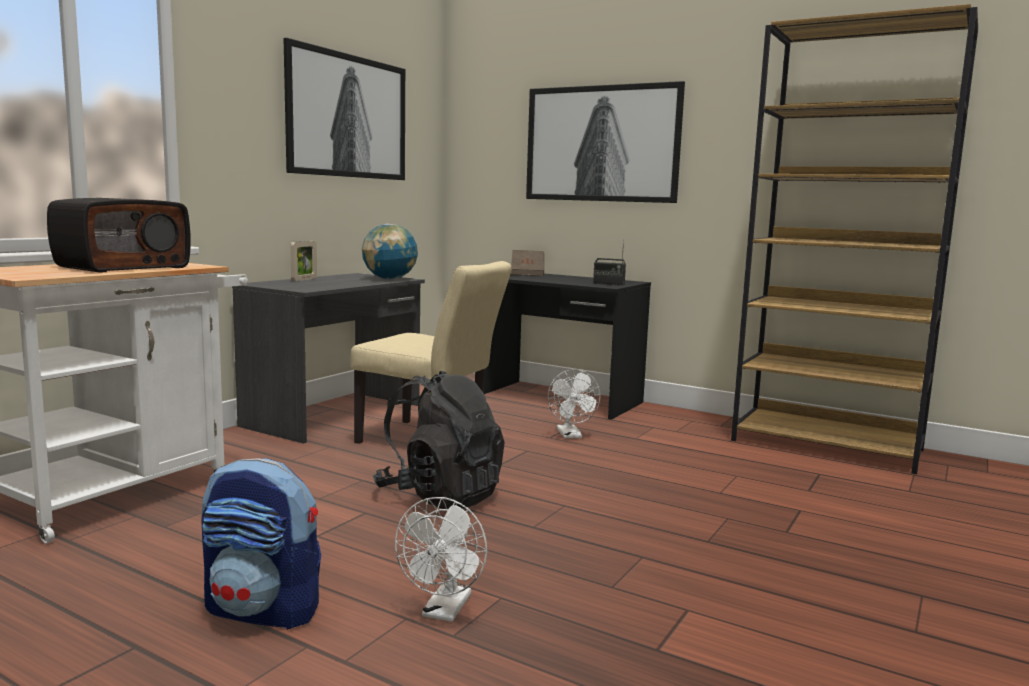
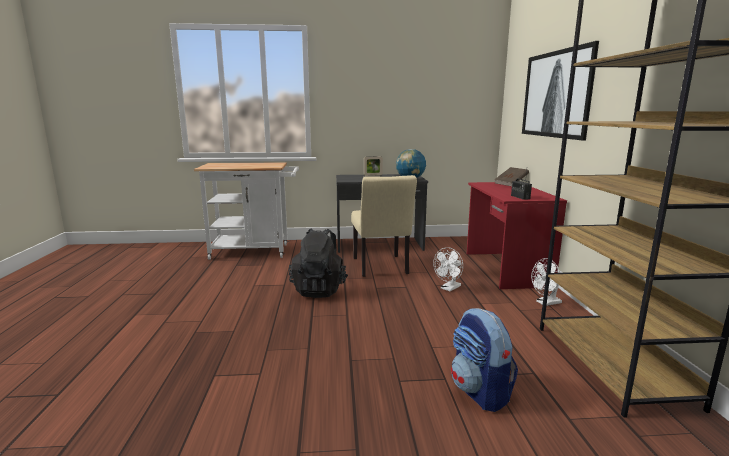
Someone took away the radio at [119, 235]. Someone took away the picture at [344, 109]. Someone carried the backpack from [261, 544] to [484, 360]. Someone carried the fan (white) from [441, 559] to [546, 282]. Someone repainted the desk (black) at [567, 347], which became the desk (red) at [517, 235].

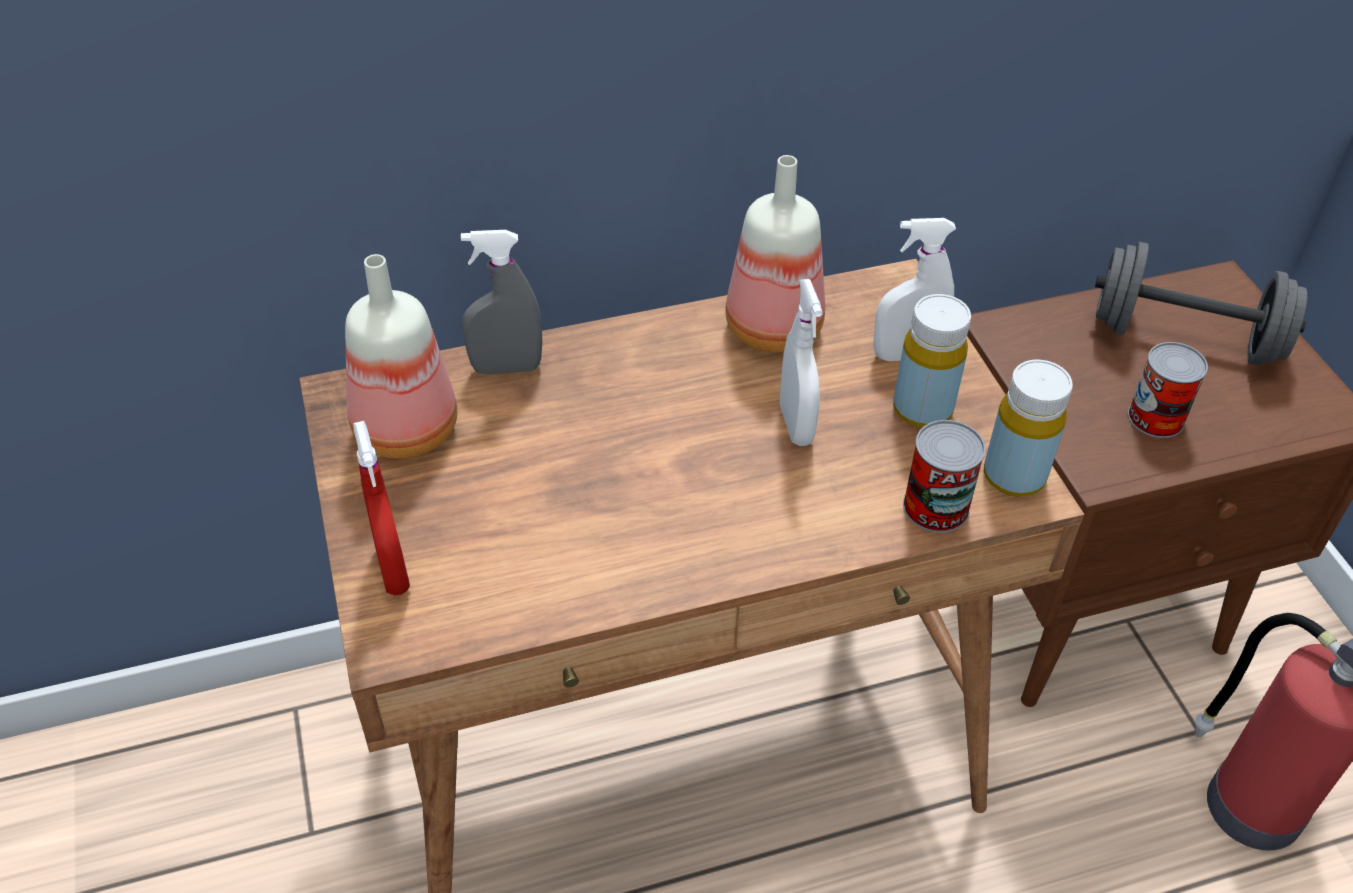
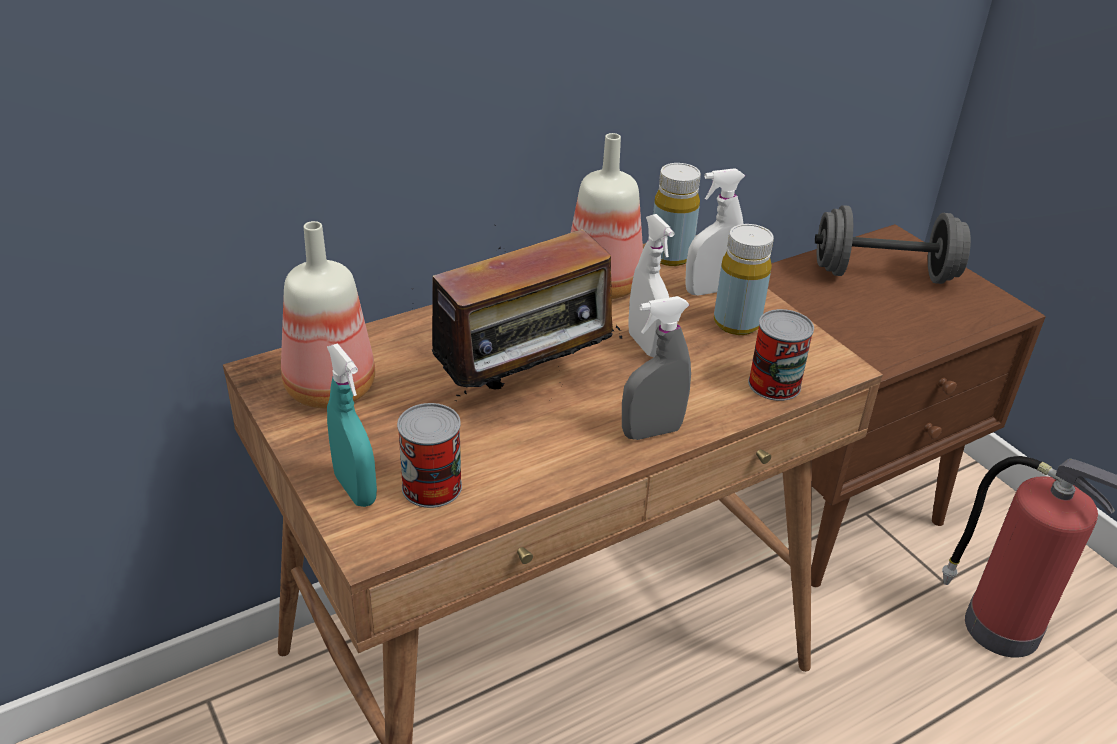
Someone put down the radio at [518, 313]. Someone carried the spray bottle (grey) from [501, 302] to [656, 368]. Someone carried the bottle (yellow) from [1028, 428] to [677, 214]. Someone carried the can from [1168, 390] to [429, 455]. Someone repainted the spray bottle (red) at [381, 508], which became the spray bottle (turquoise) at [352, 425].

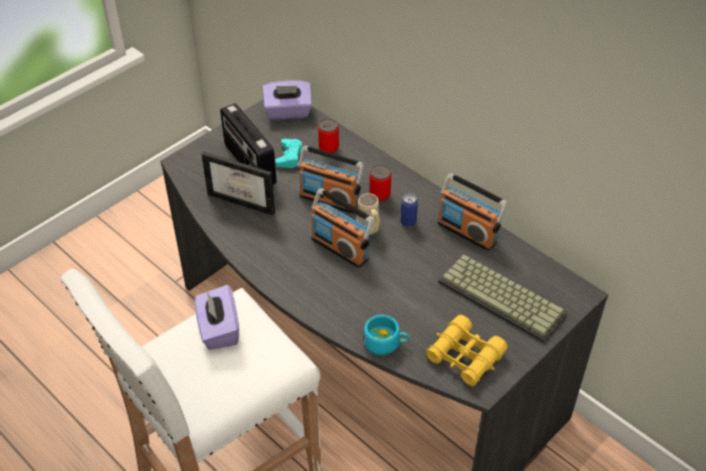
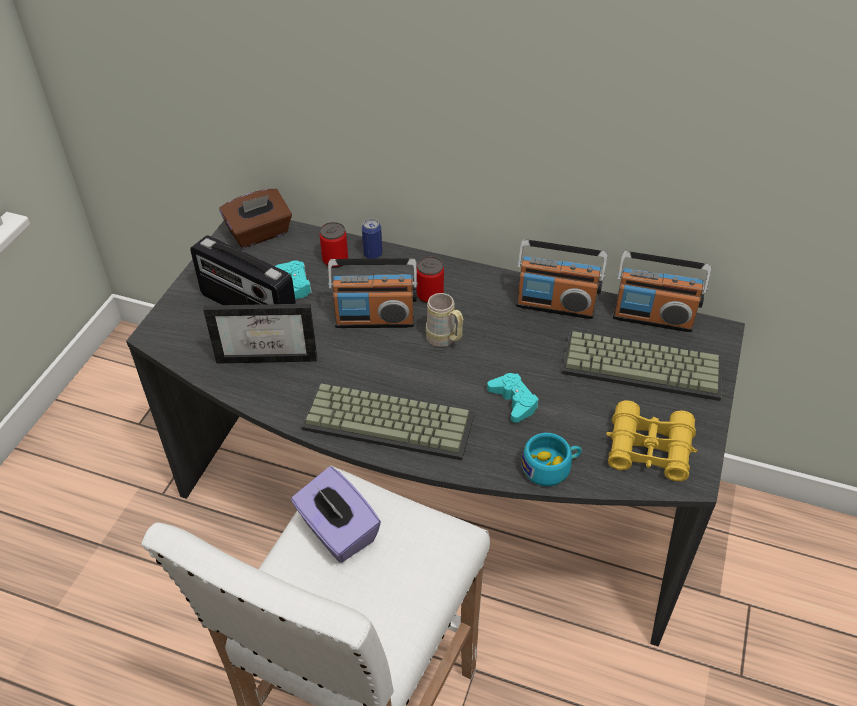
Someone put down the keyboard at [388, 422]. Someone put down the game controller (turquoise) at [513, 398]. Someone carried the radio from [342, 228] to [662, 291]. Someone carried the can from [409, 210] to [372, 238]. Someone repainted the tissue box (purple) at [287, 100], which became the tissue box (brown) at [255, 218].

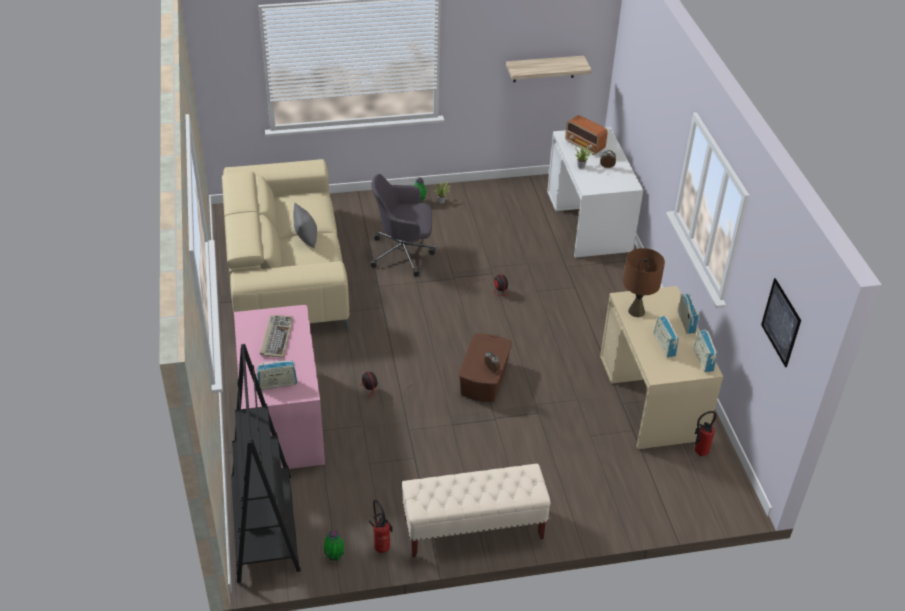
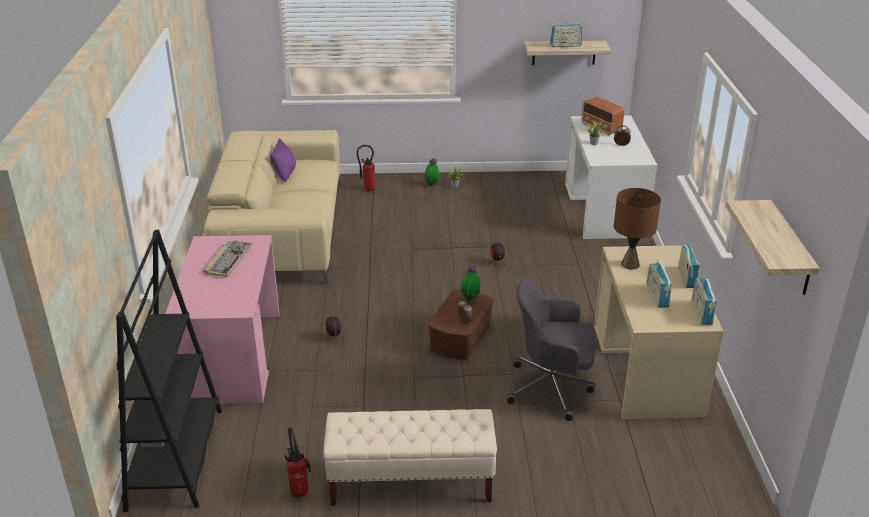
Someone took away the pillow (grey) at [305, 225]. Someone put down the pillow (purple) at [283, 160]. Someone carried the radio from [277, 375] to [566, 33]. Someone carried the potted plant from [334, 545] to [471, 283]. Someone carried the office chair (grey) from [403, 225] to [551, 349]. Someone carried the fire extinguisher from [706, 433] to [366, 168]. Someone swapped the picture at [781, 322] for the shelf at [772, 247].

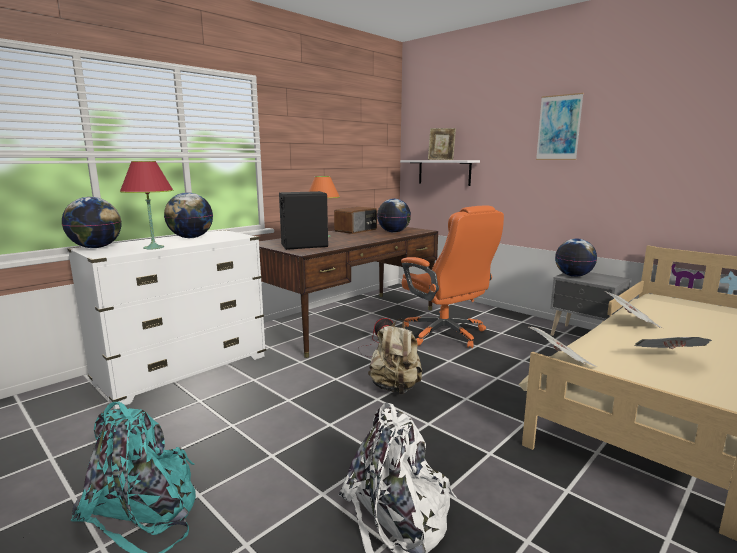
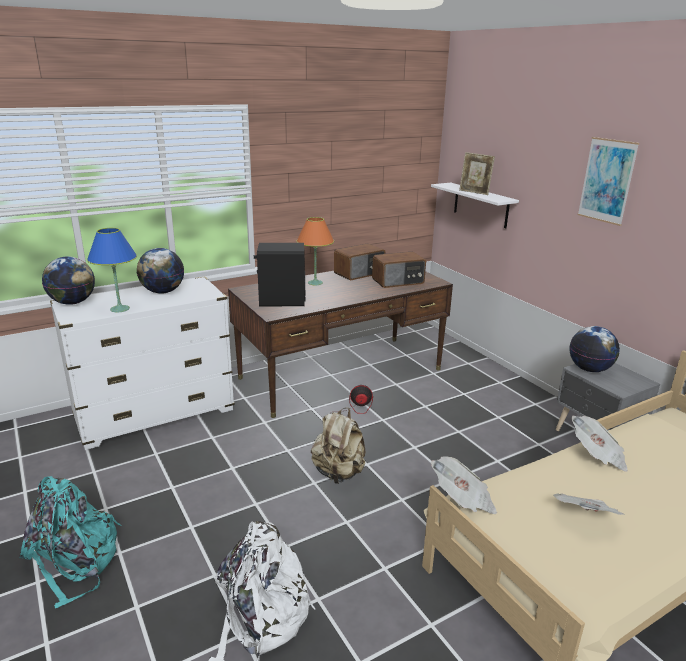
Someone took away the office chair (orange) at [452, 276]. Someone swapped the globe at [394, 216] for the radio at [399, 270]. Someone repainted the table lamp (red) at [147, 205], which became the table lamp (blue) at [112, 270].

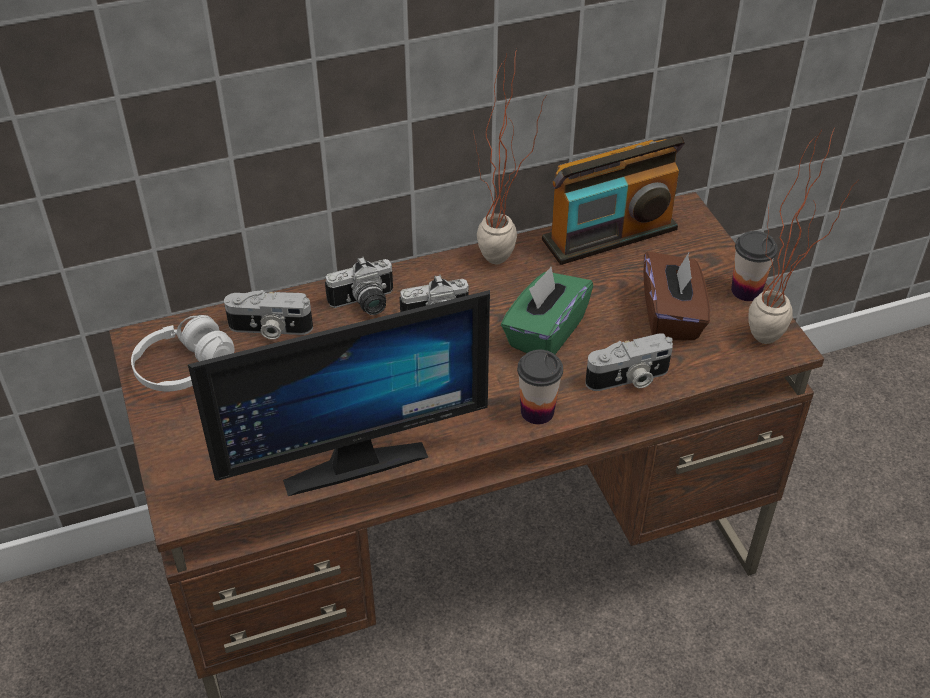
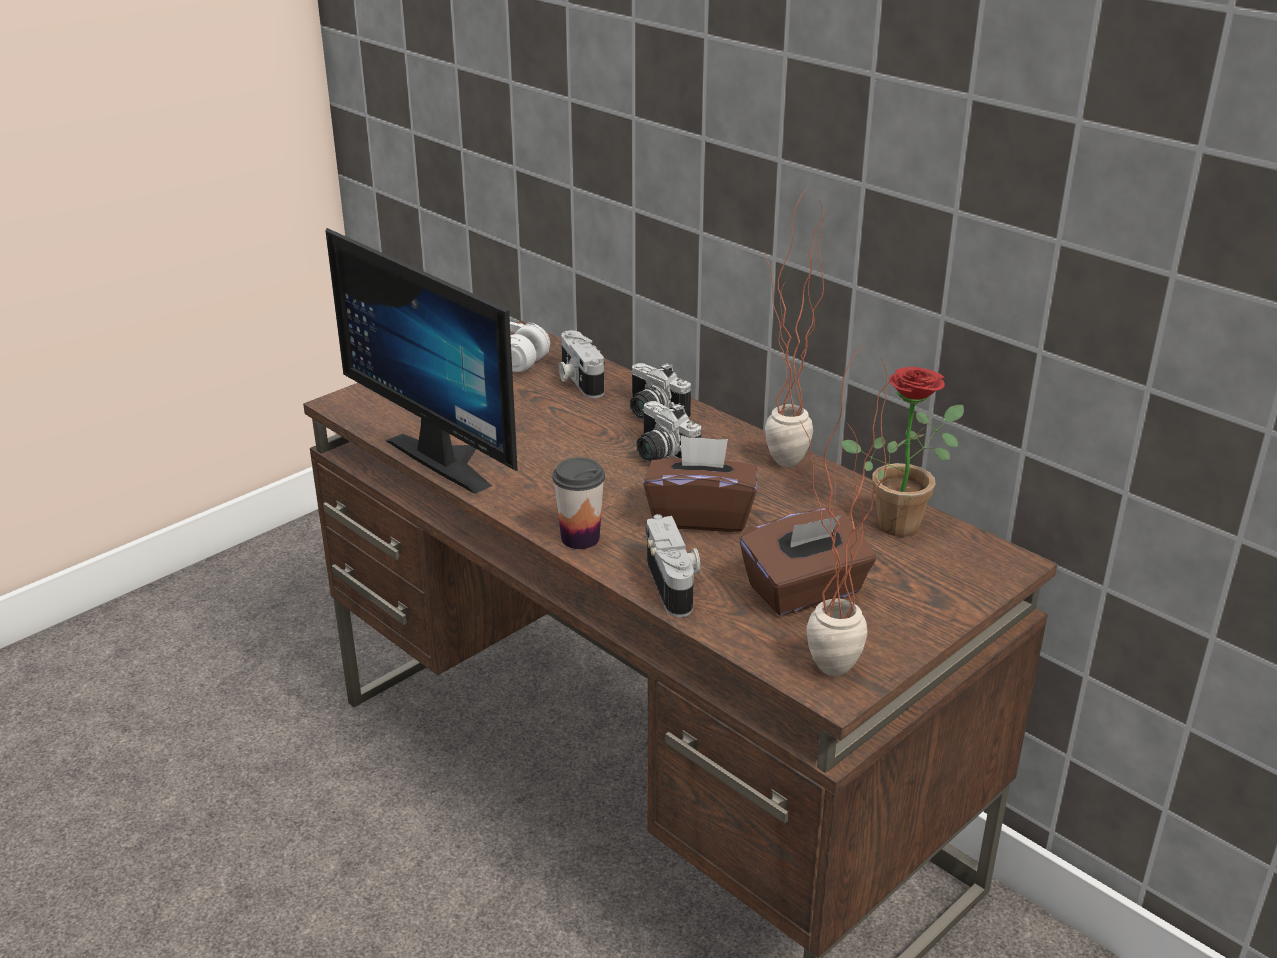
Someone took away the cup at [754, 266]. Someone swapped the radio at [613, 200] for the potted plant at [902, 452]. Someone repainted the tissue box (green) at [547, 310], which became the tissue box (brown) at [700, 483]. Someone rotated the photo camera at [629, 362] by 150 degrees counterclockwise.

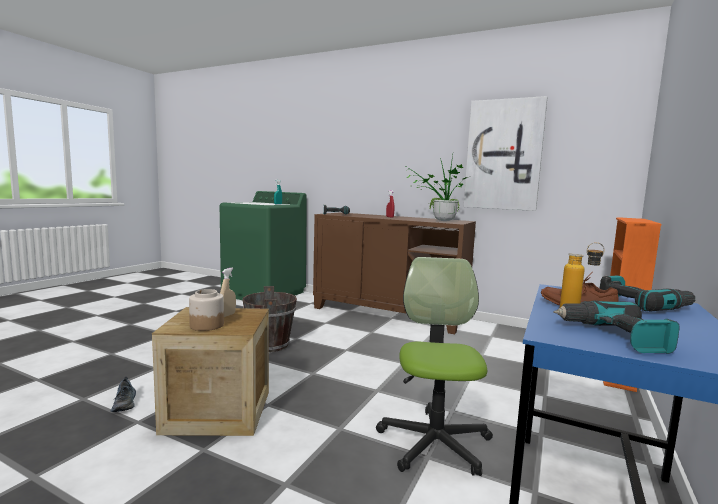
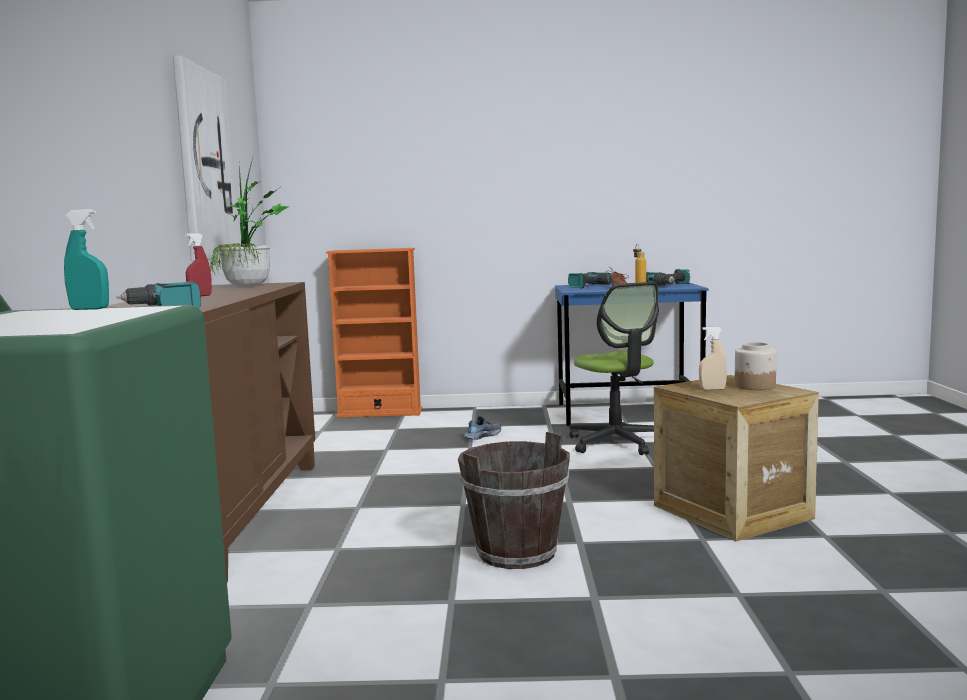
Someone carried the shoe from [123, 394] to [482, 428]. Someone rotated the office chair at [434, 366] by 90 degrees counterclockwise.

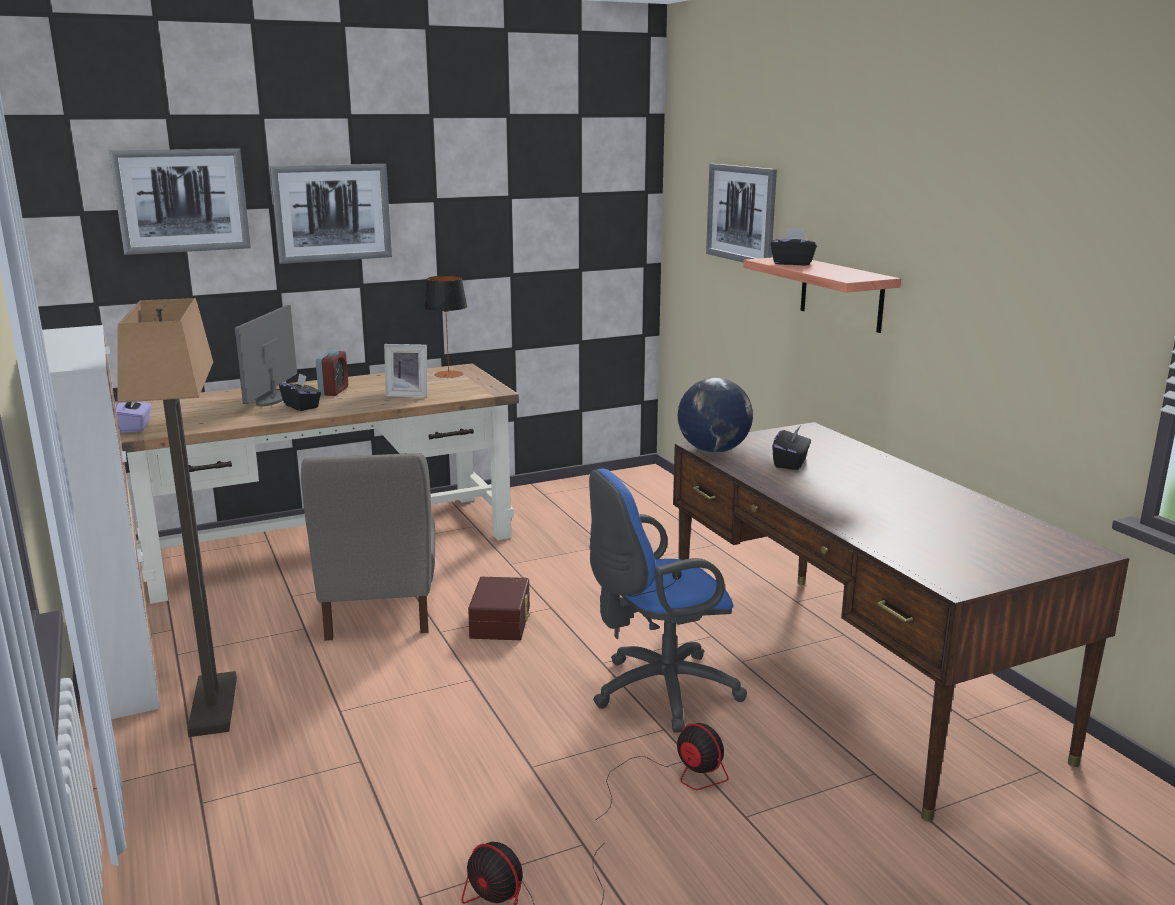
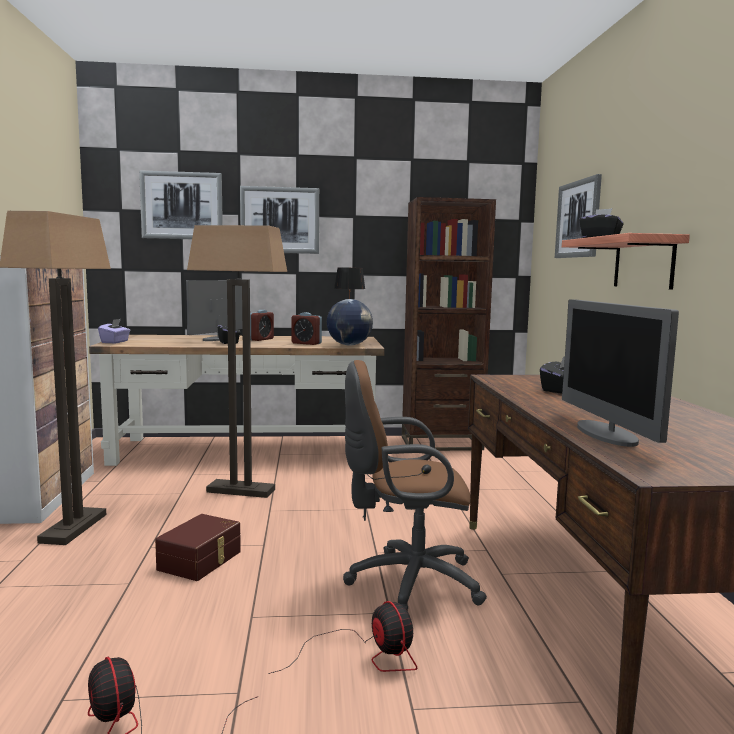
Someone put down the bookcase (brown) at [449, 324]. Someone put down the monitor at [620, 373]. Someone carried the storage box (brown) from [499, 608] to [198, 547]. Someone carried the globe from [715, 415] to [350, 322]. Someone swapped the chair (grey) at [368, 547] for the floor lamp at [237, 361]. Someone swapped the picture frame at [406, 371] for the alarm clock at [307, 328]. Someone repainted the office chair (blue) at [668, 601], which became the office chair (brown) at [415, 486].

